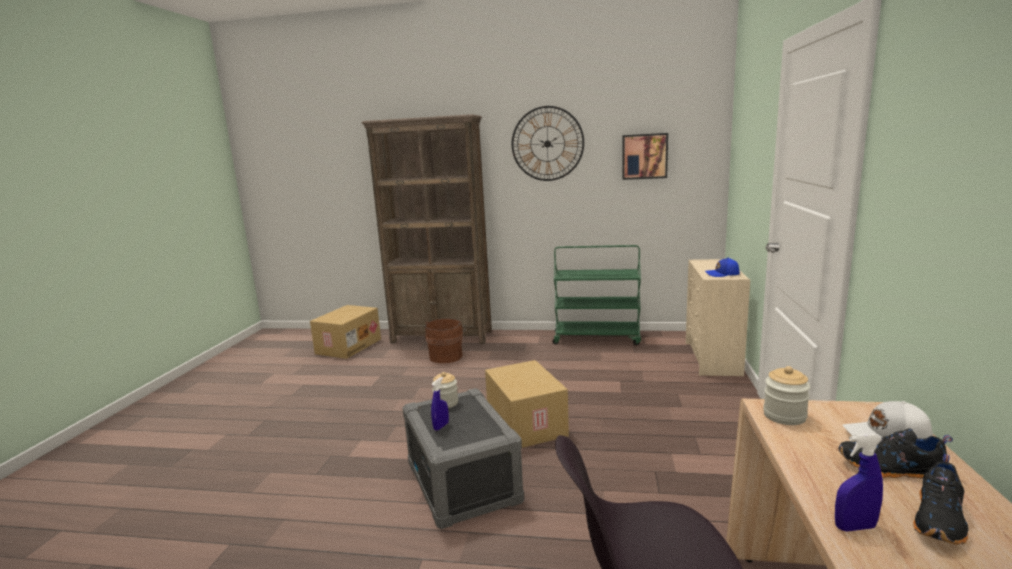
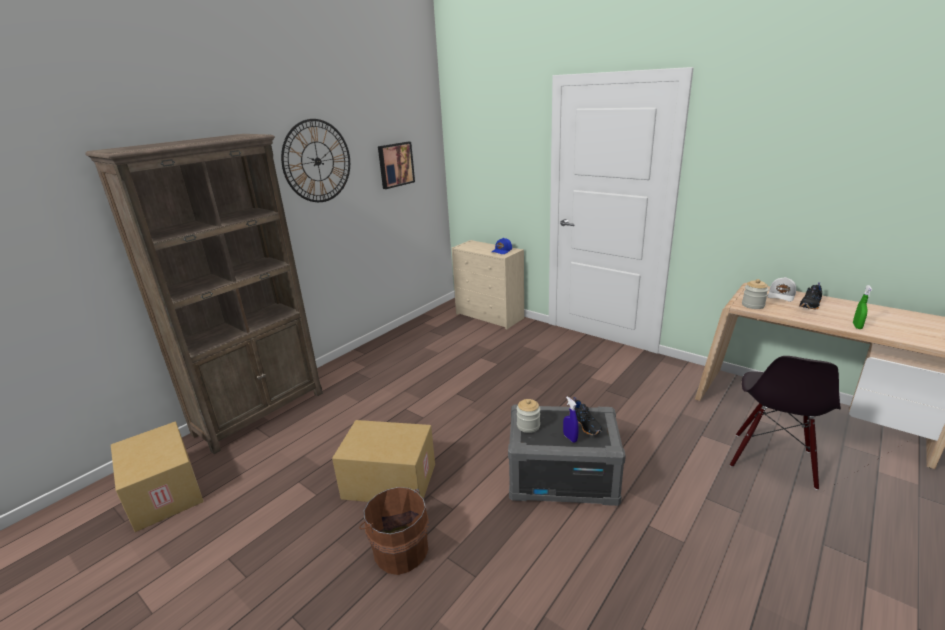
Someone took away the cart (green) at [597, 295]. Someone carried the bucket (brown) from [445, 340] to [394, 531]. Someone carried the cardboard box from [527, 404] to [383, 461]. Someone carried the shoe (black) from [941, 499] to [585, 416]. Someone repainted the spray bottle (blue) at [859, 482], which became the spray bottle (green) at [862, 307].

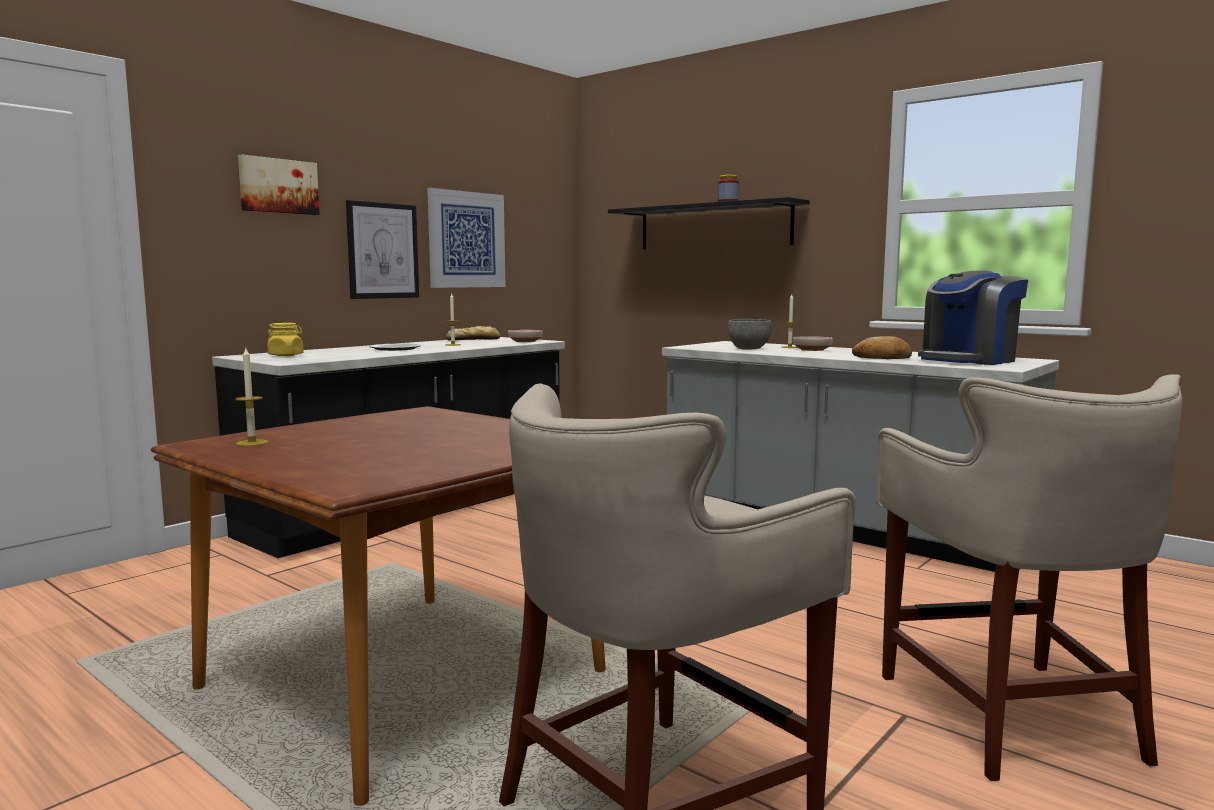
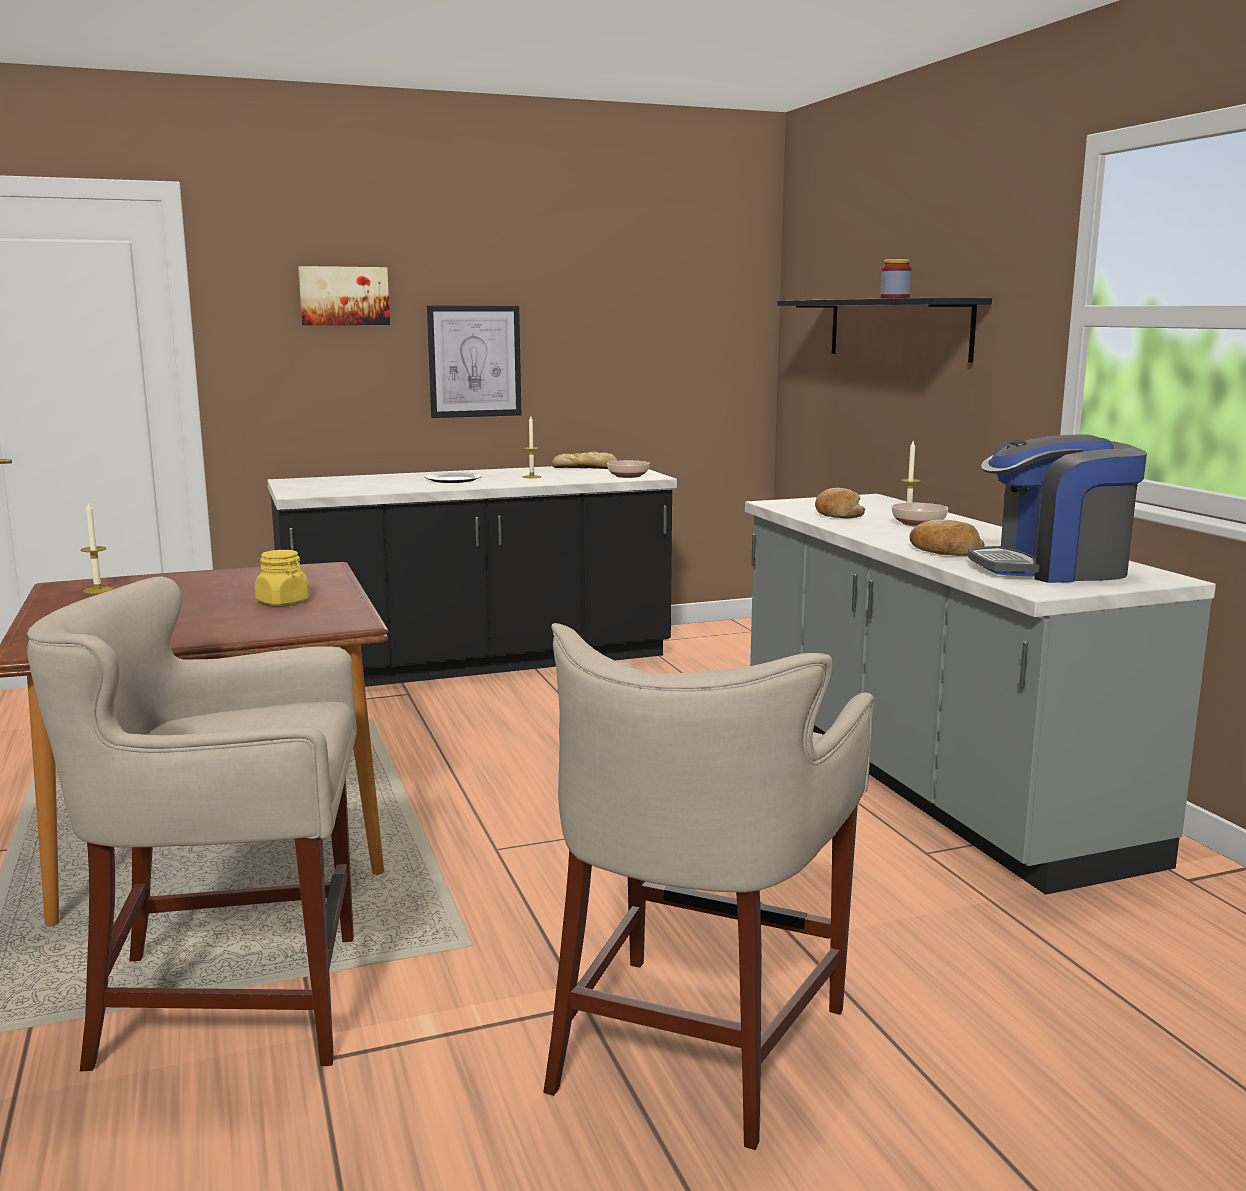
Someone took away the picture at [466, 238]. Someone carried the jar (yellow) from [285, 339] to [282, 577]. Someone swapped the bowl (grey) at [749, 334] for the bread at [840, 503].

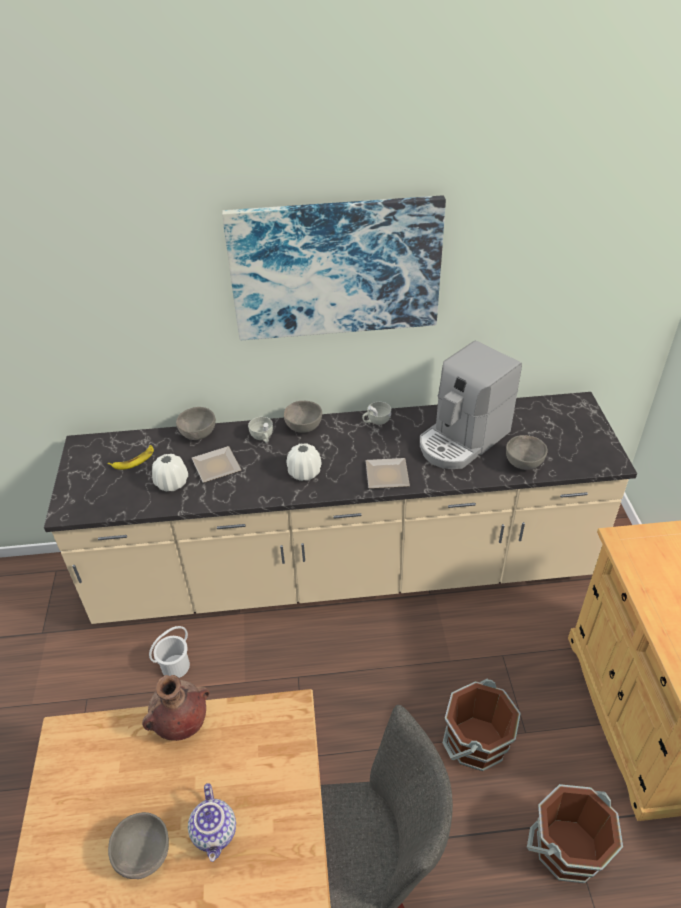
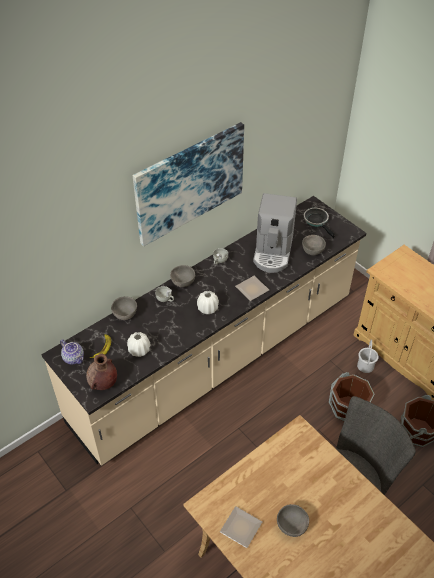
Someone put down the frying pan at [319, 223]. Someone carried the vase (brown) from [176, 708] to [101, 371]. Someone carried the bucket (white) from [169, 652] to [368, 356]. Someone carried the teapot from [212, 822] to [72, 352]. Someone carried the plate from [216, 464] to [241, 527].

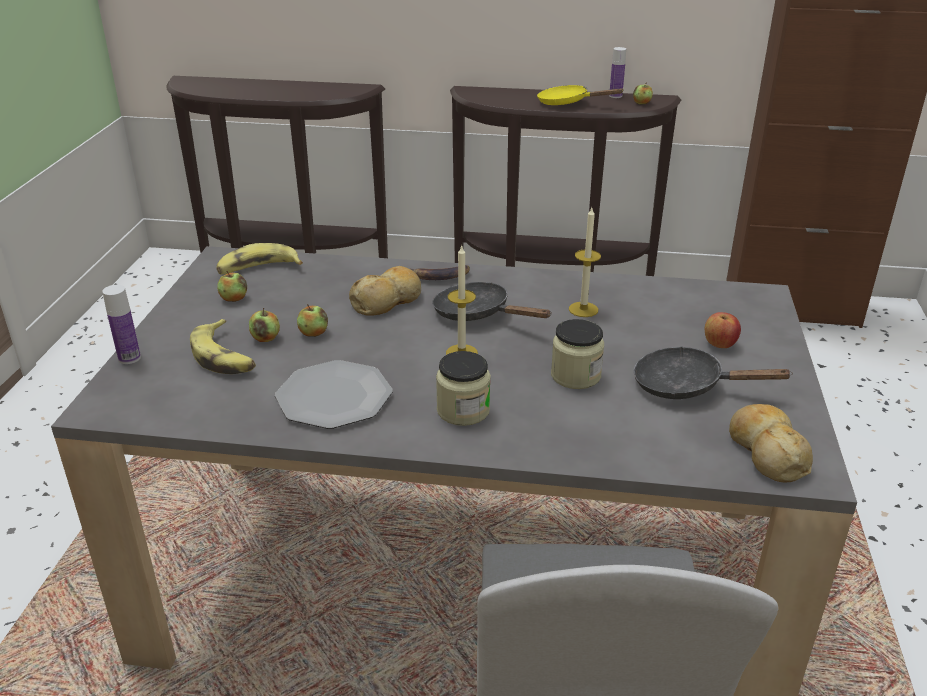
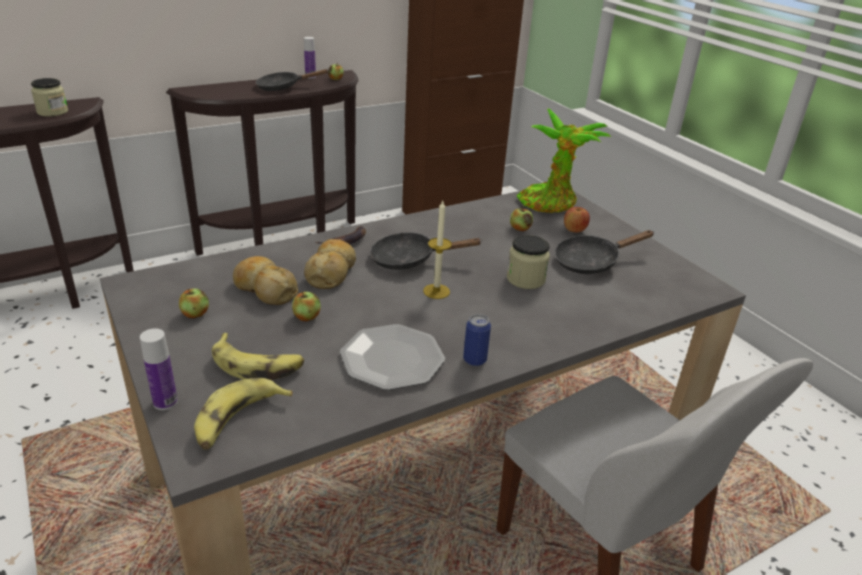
Someone took away the candle at [585, 262]. Someone put down the can at [477, 340]. Someone put down the potted plant at [564, 161]. Someone carried the banana from [259, 258] to [243, 413]. Someone carried the apple from [264, 325] to [521, 219]. Someone carried the jar from [463, 388] to [49, 97]. Someone carried the bread from [771, 443] to [266, 280]. Someone repainted the frying pan (yellow) at [580, 95], which became the frying pan (black) at [292, 80].

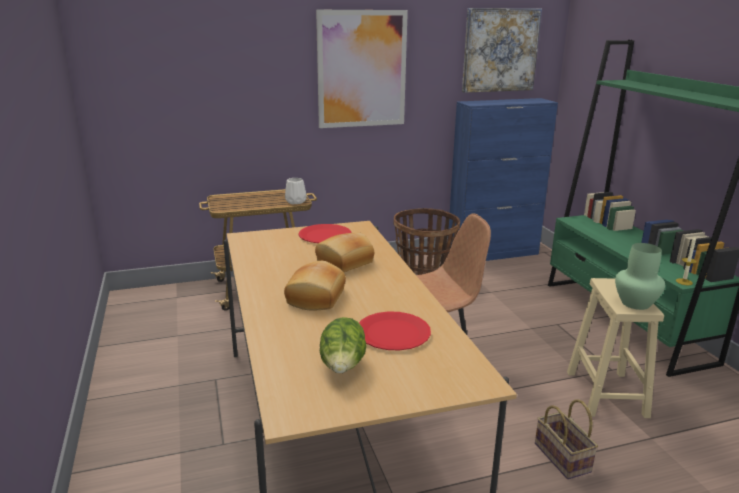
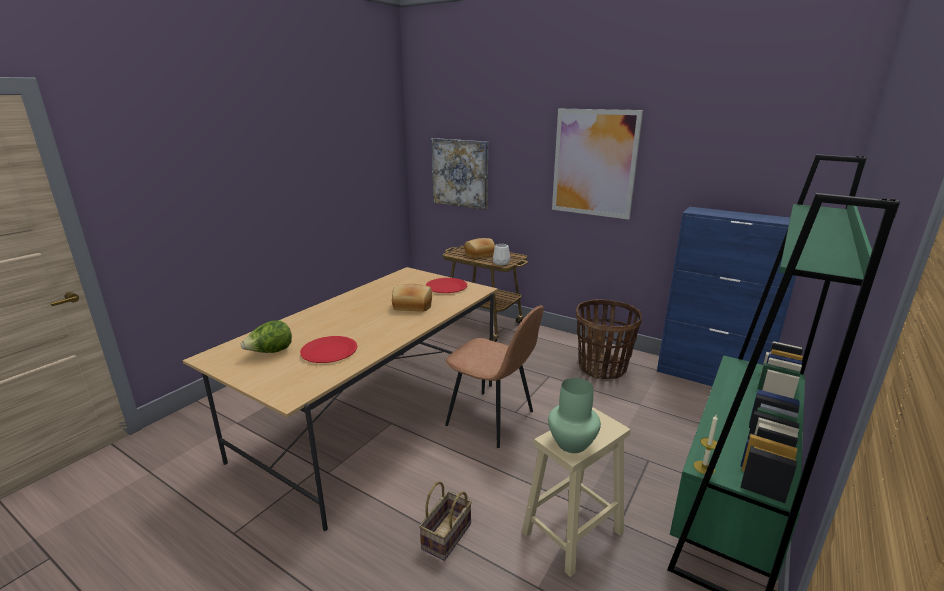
Someone carried the bread from [315, 286] to [479, 248]. Someone carried the picture from [502, 50] to [459, 174].

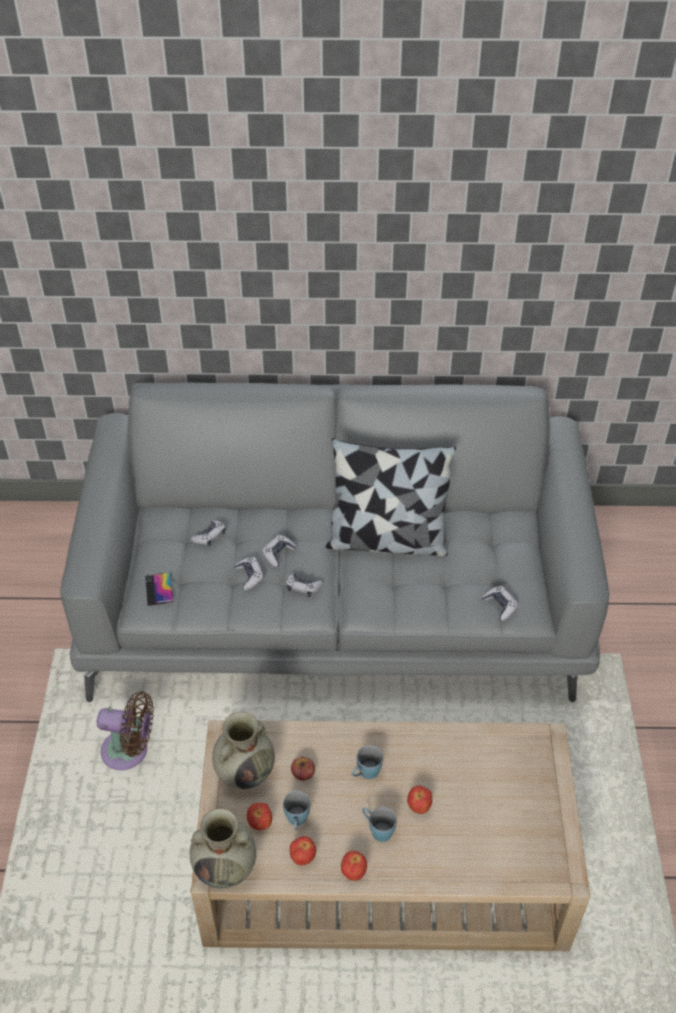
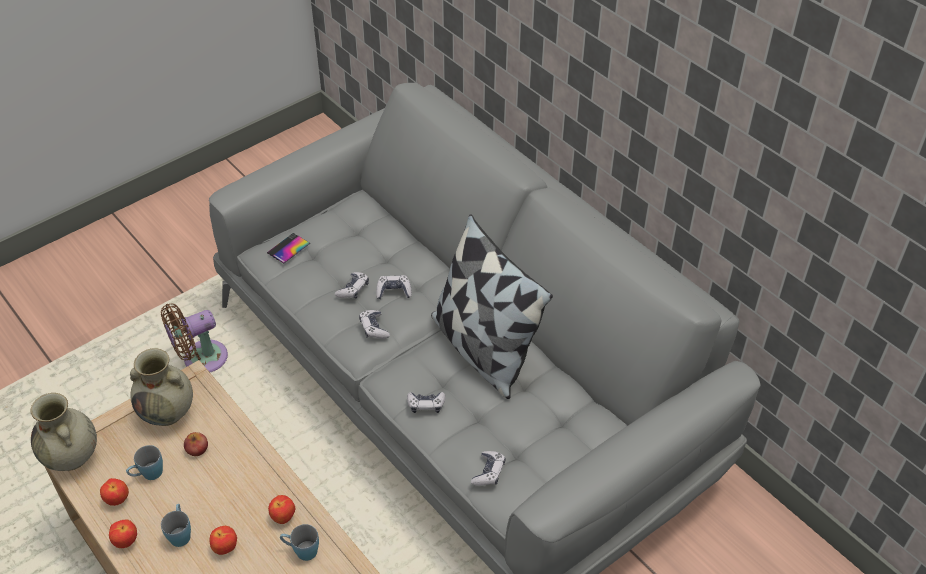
Someone carried the game controller from [208, 533] to [426, 402]. Someone carried the apple from [259, 816] to [282, 509]. Someone carried the mug (blue) from [367, 762] to [299, 542]. Someone rotated the fan (brown) at [125, 730] by 90 degrees clockwise.

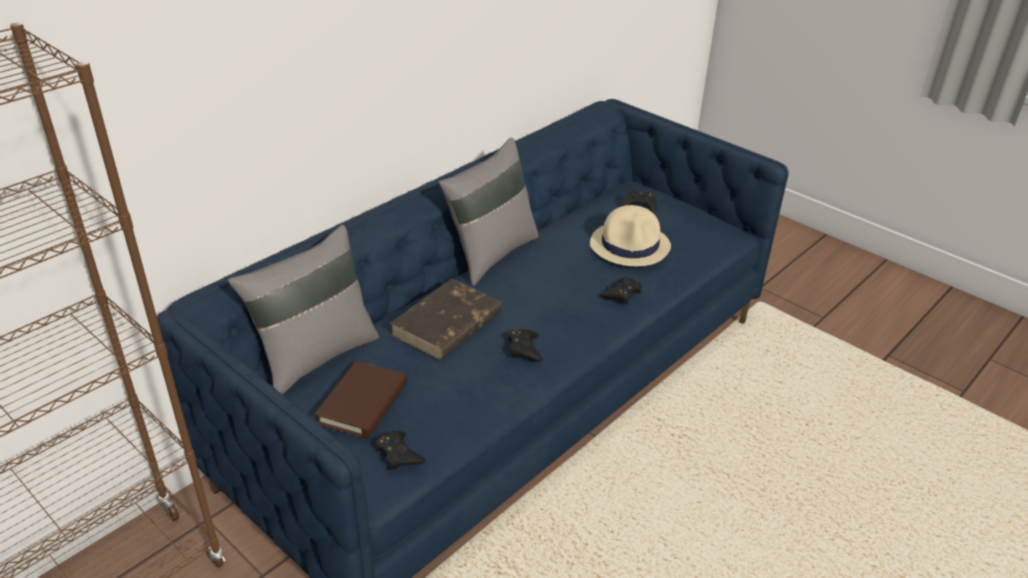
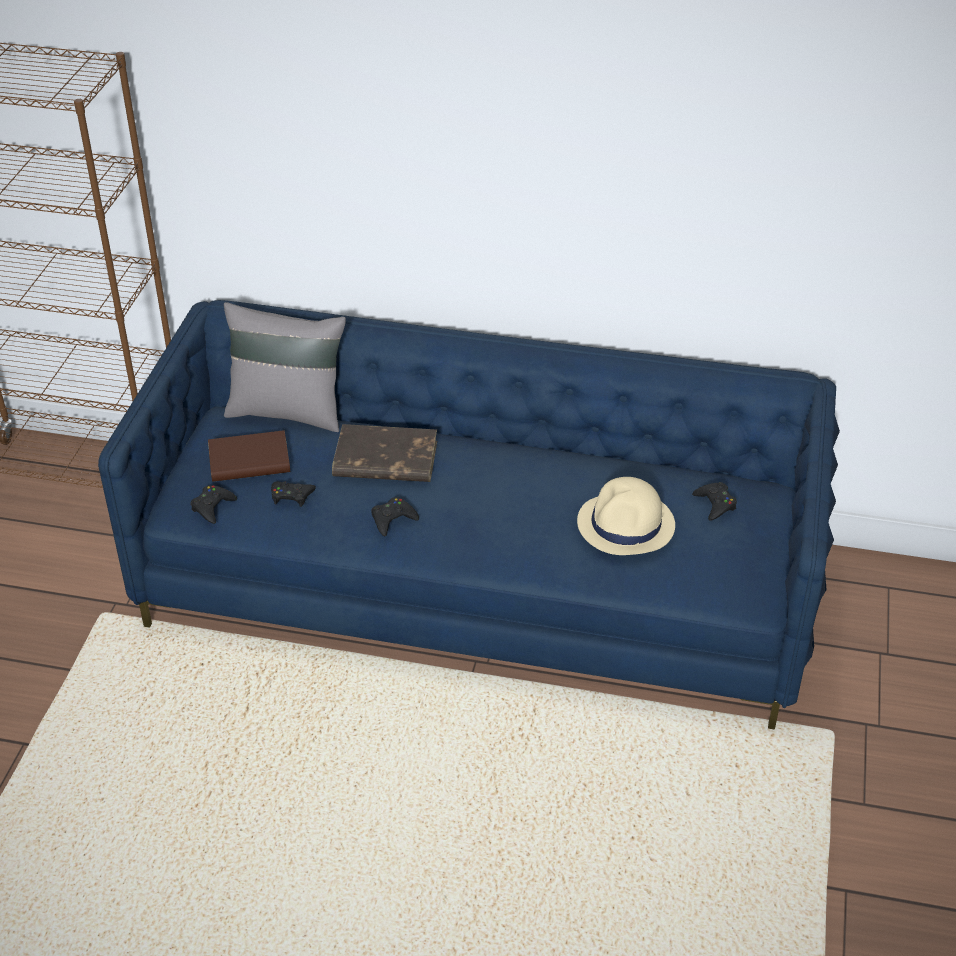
Someone took away the pillow (grey) at [488, 212]. Someone carried the game controller (black) from [621, 291] to [293, 494].

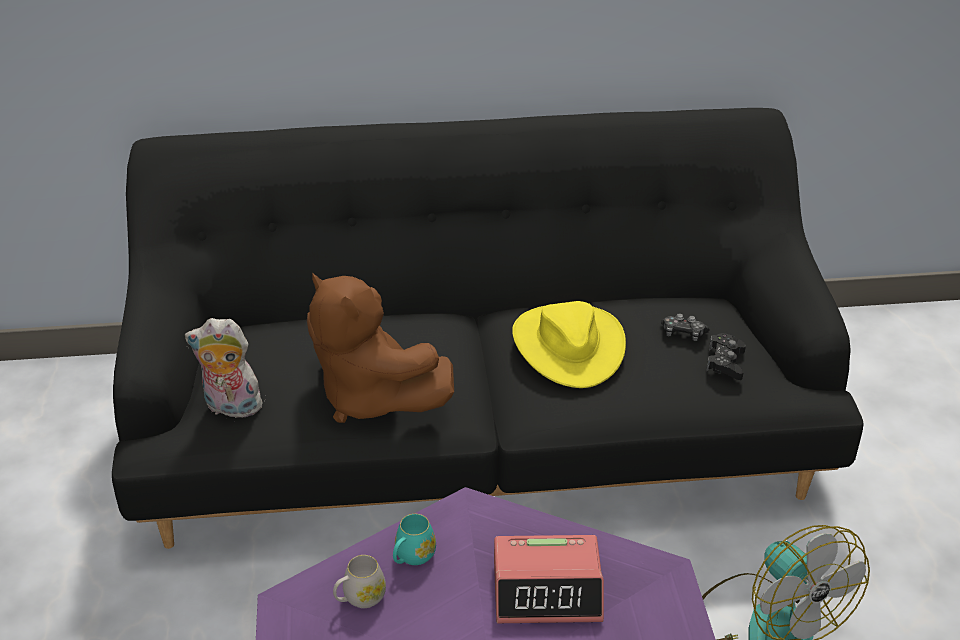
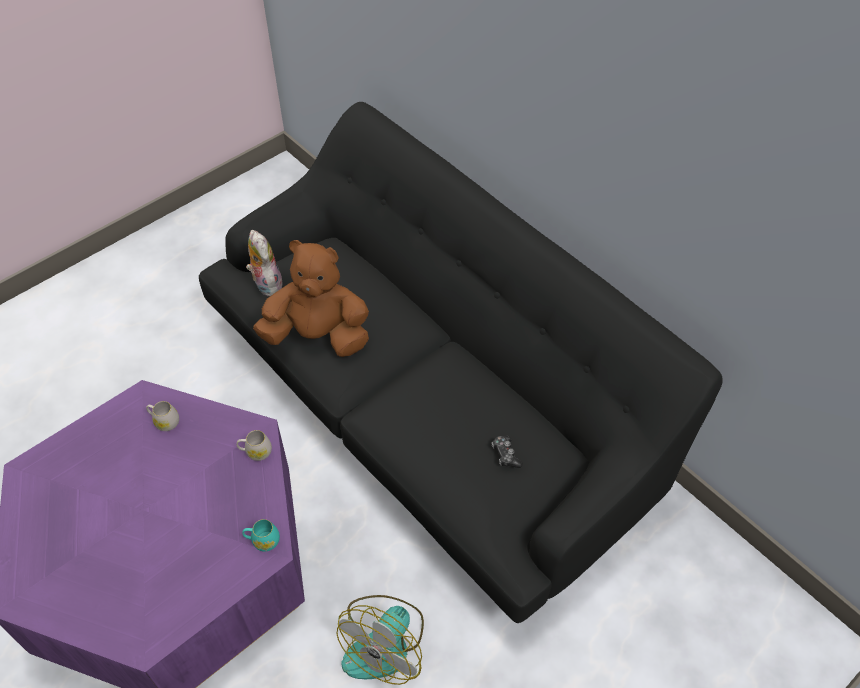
Someone took away the alarm clock at [549, 579]. Someone took away the hat (yellow) at [569, 344]. Someone took away the game controller (black) at [726, 356]. Someone put down the mug (white) at [254, 445]. Someone carried the mug (turquoise) from [414, 539] to [261, 535]. Someone rotated the plush toy (brown) at [380, 348] by 90 degrees clockwise.

